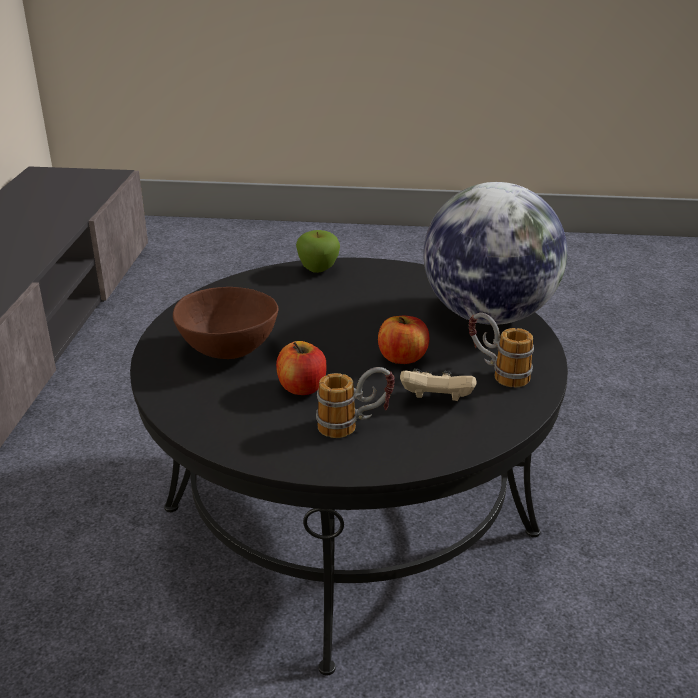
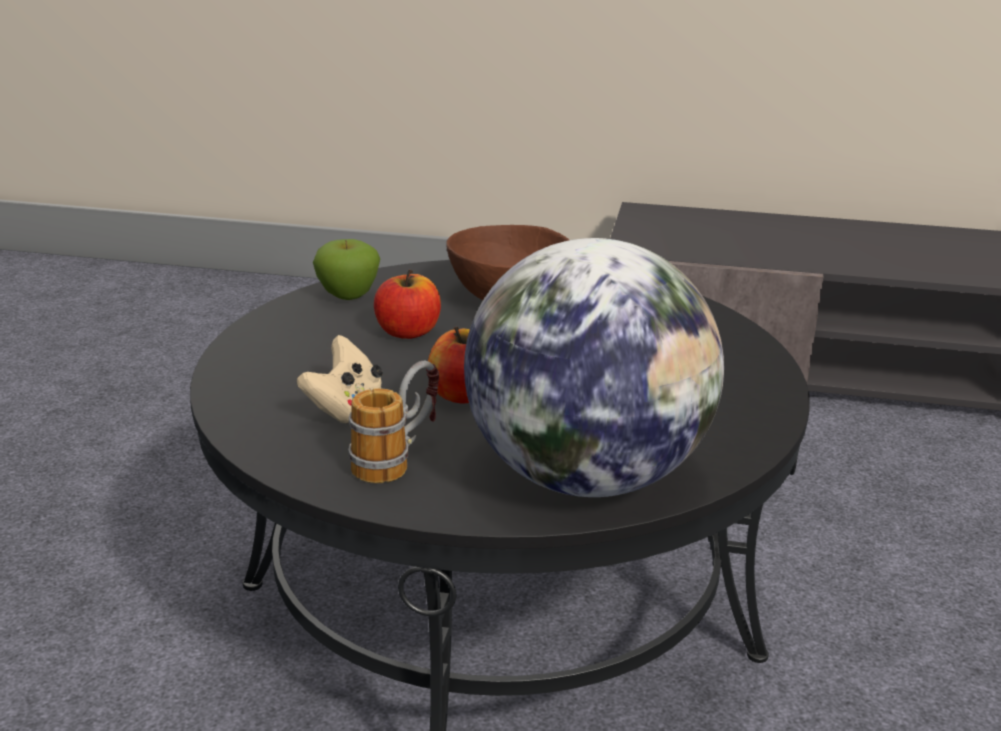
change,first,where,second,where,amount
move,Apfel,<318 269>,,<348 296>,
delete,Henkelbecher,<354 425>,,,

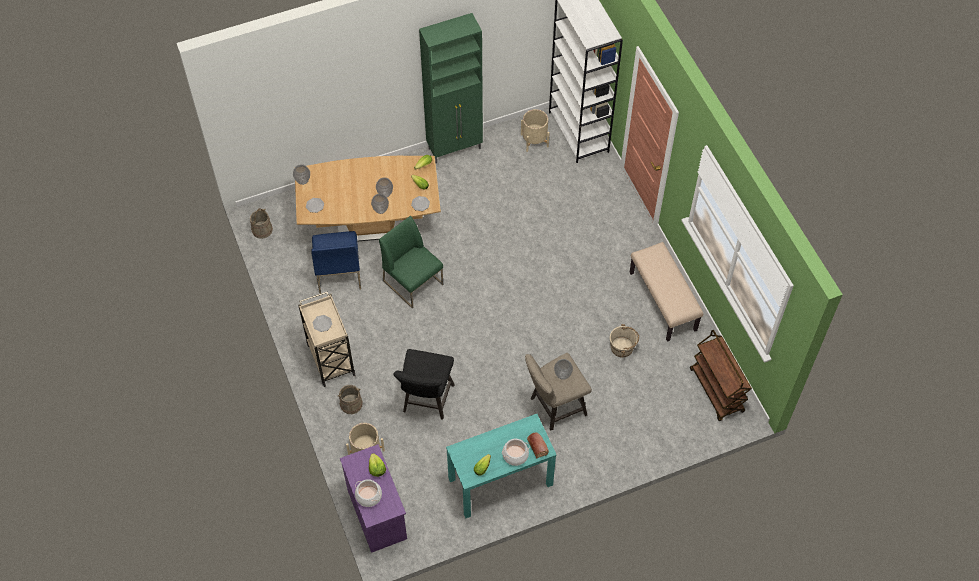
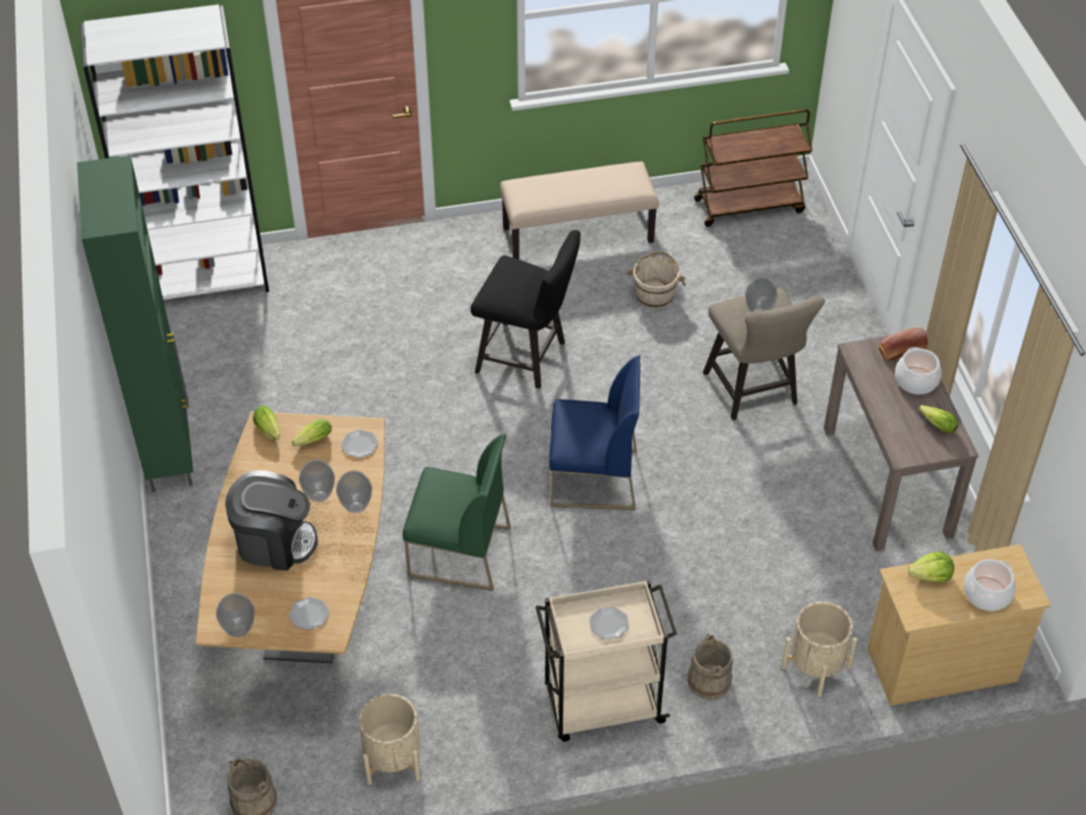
change,first,where,second,where,amount
move,Stuhl [blau],<338 272>,,<593 478>,
recolor,Kommode [lila],<377 513>,Kommode [beige],<940 664>,
rotate,Stuhl [grün],<413 282>,,<458 552>,135 degrees counterclockwise
move,Hocker [schwarz],<426 401>,,<527 358>,
recolor,Konsolentisch [türkis],<500 482>,Konsolentisch [braun],<887 482>,
move,Pflanzkübel [beige],<534 140>,,<393 760>,
insert,,,Kaffeemaschine,<274 542>,

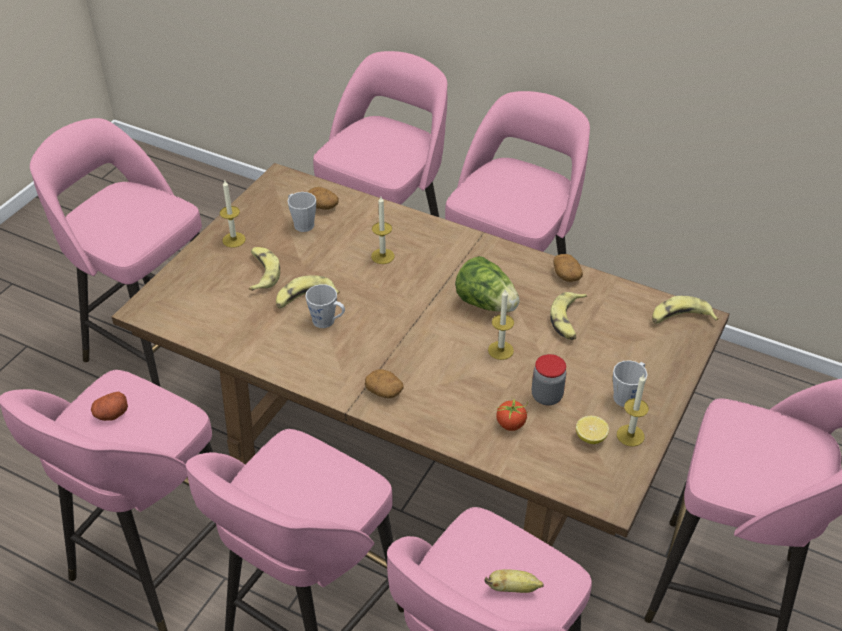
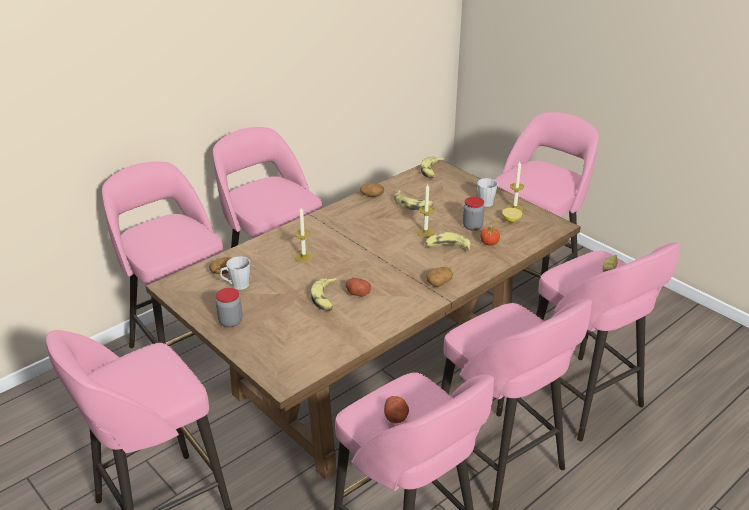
change,first,where,second,where,amount
replace,Kerze,<234 240>,Vorratsglas,<230 321>,
move,Banane,<262 272>,,<447 247>,
replace,Henkelbecher [grau],<327 321>,Kartoffel,<357 293>,
delete,Salatkopf,<486 303>,,,

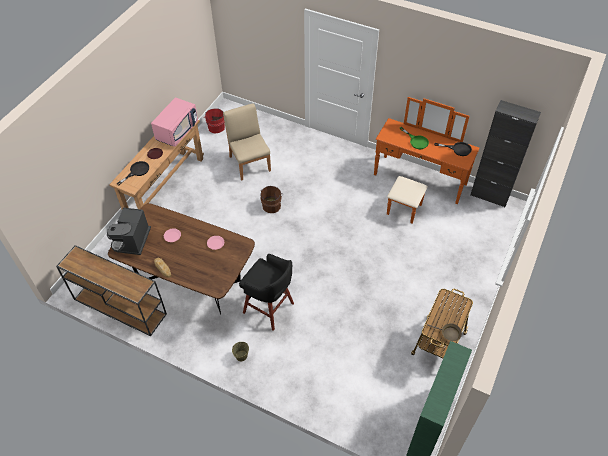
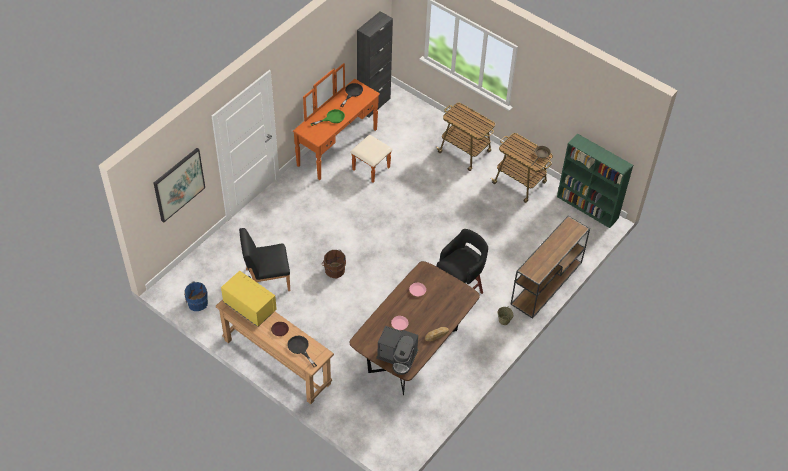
change,first,where,second,where,amount
move,Konsolentisch [braun],<119 306>,,<546 284>,
recolor,Mikrowelle [rosa],<177 131>,Mikrowelle [gelb],<249 307>,
recolor,Eimer [rot],<216 127>,Eimer [blau],<196 303>,
recolor,Stuhl [beige],<250 163>,Stuhl [schwarz],<267 279>,
insert,,,Bild,<179 184>,
insert,,,Rollwagen,<465 152>,

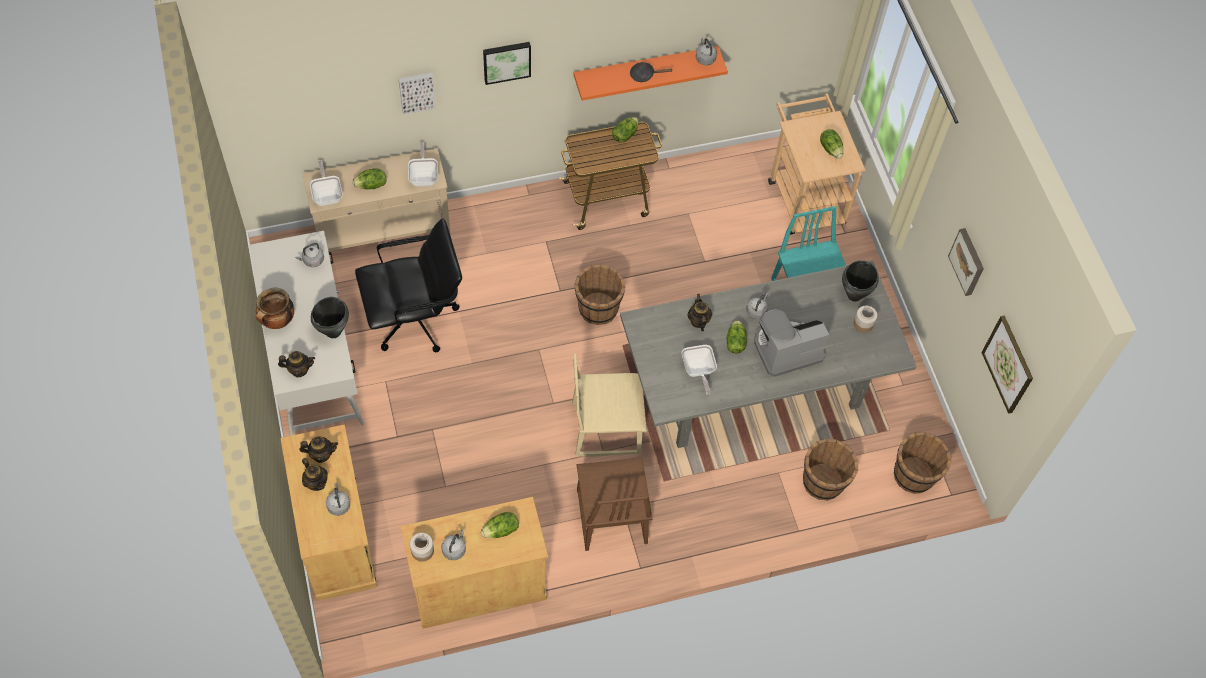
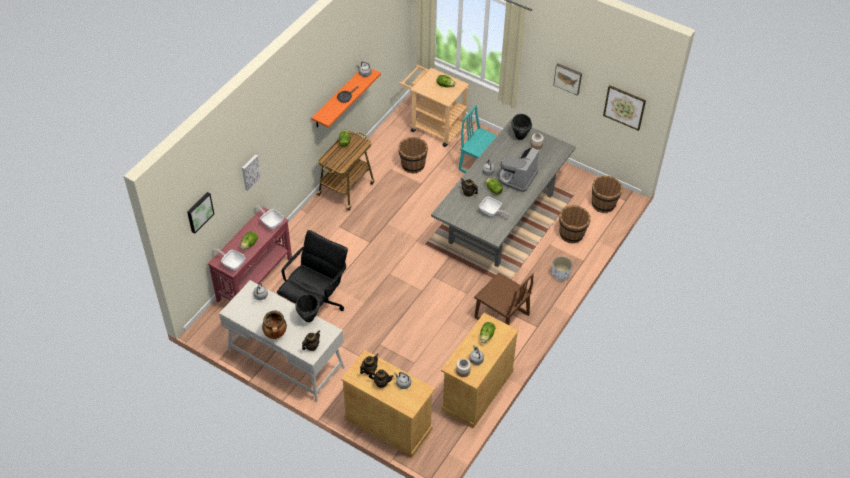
change,first,where,second,where,amount
recolor,Konsolentisch [beige],<384 234>,Konsolentisch [rot],<255 279>,
move,Bild,<506 61>,,<199 212>,
delete,Stuhl [beige],<606 427>,,,
move,Eimer [braun],<598 308>,,<412 165>,
insert,,,Pflanzkübel [weiß],<560 274>,

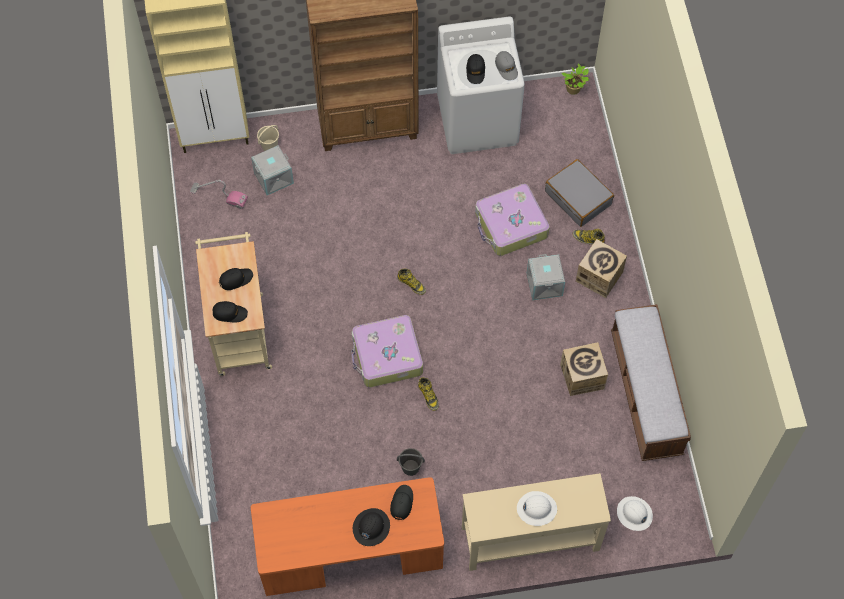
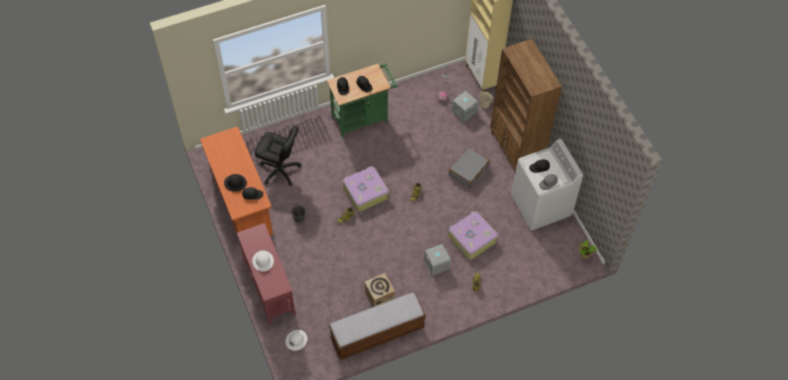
change,first,where,second,where,amount
recolor,Rollwagen [beige],<239 329>,Rollwagen [grün],<363 118>,
recolor,Konsolentisch [beige],<529 538>,Konsolentisch [rot],<269 286>,
move,Koffer [grau],<578 197>,,<468 171>,
delete,Karton,<599 276>,,,
insert,,,Bürostuhl [schwarz],<280 170>,

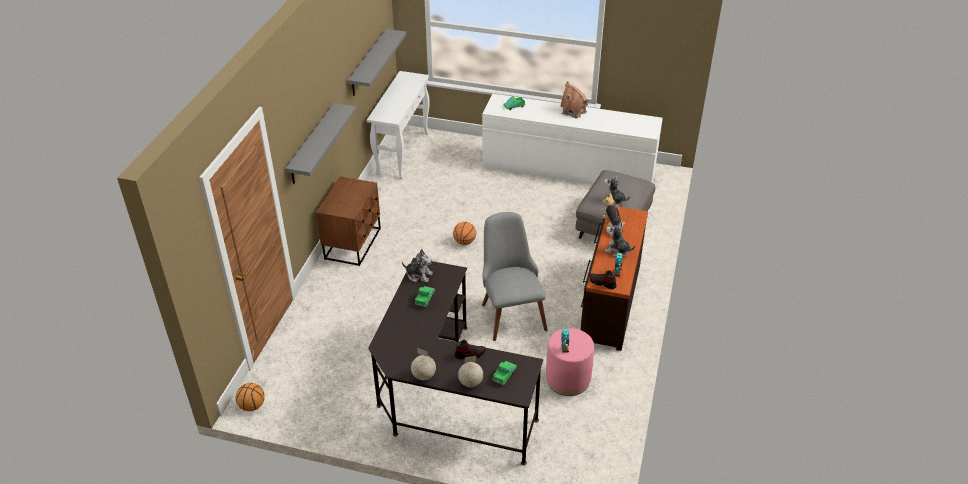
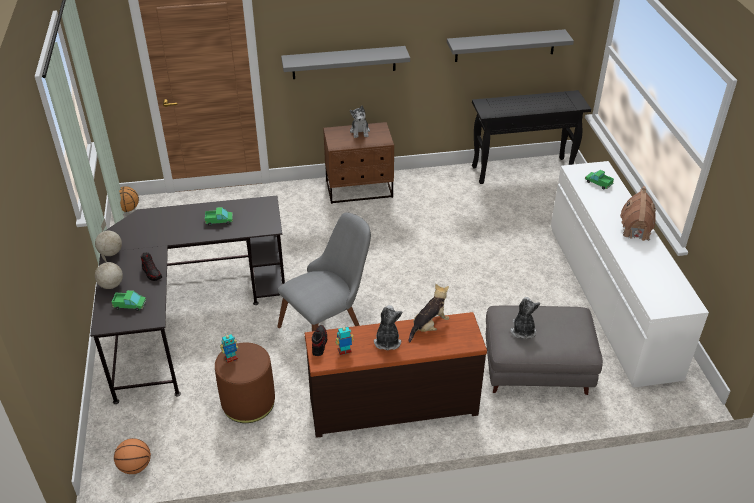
change,first,where,second,where,amount
recolor,Konsolentisch [weiß],<403 153>,Konsolentisch [schwarz],<522 170>,
move,Plüschtier,<419 275>,,<360 131>,
move,Basketball,<464 242>,,<135 466>,
recolor,Polsterhocker [rosa],<568 379>,Polsterhocker [braun],<248 402>,

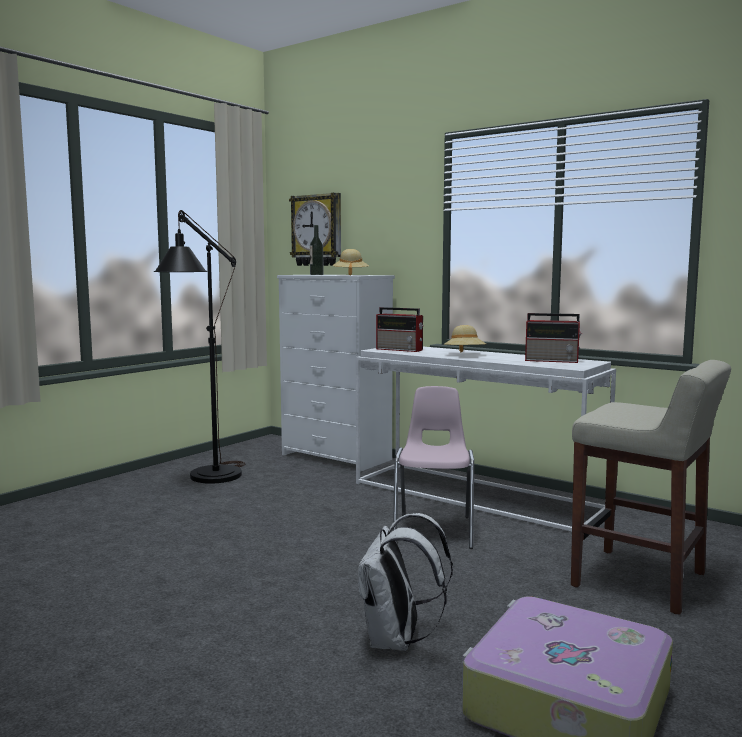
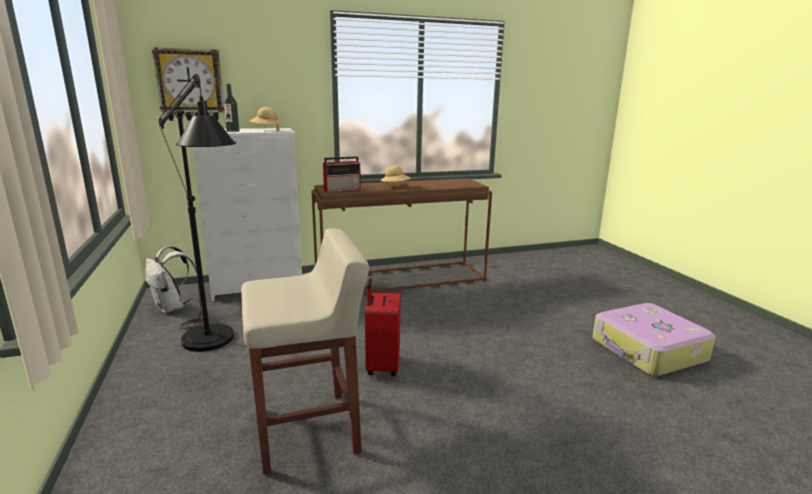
change,first,where,second,where,amount
recolor,Konsolentisch [weiß],<477 496>,Konsolentisch [braun],<401 279>,
move,Rucksack [weiß],<397 641>,,<172 307>,
delete,Stuhl [rosa],<434 530>,,,
delete,Radio,<553 360>,,,
move,Hocker [beige],<641 580>,,<309 430>,
insert,,,Koffer [rot],<381 366>,

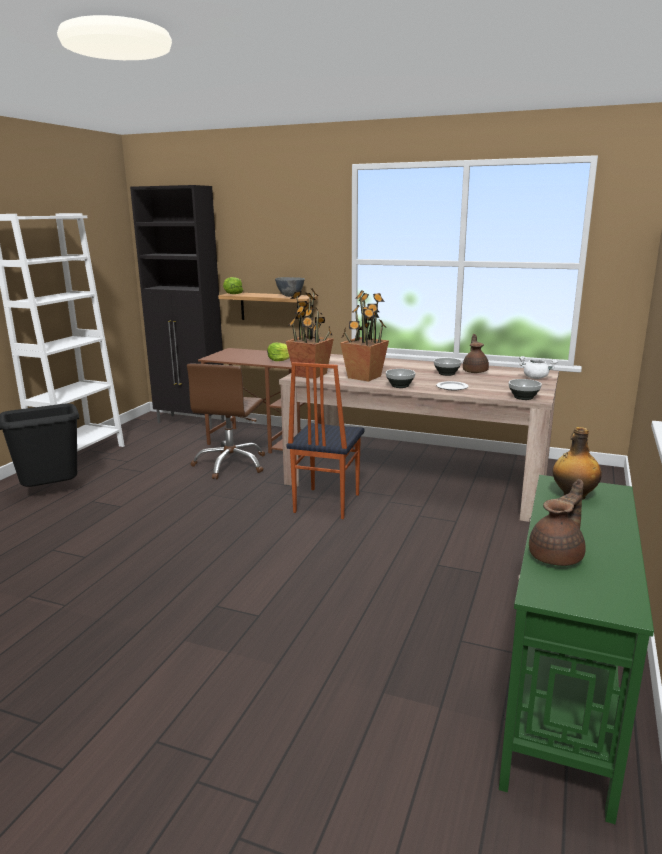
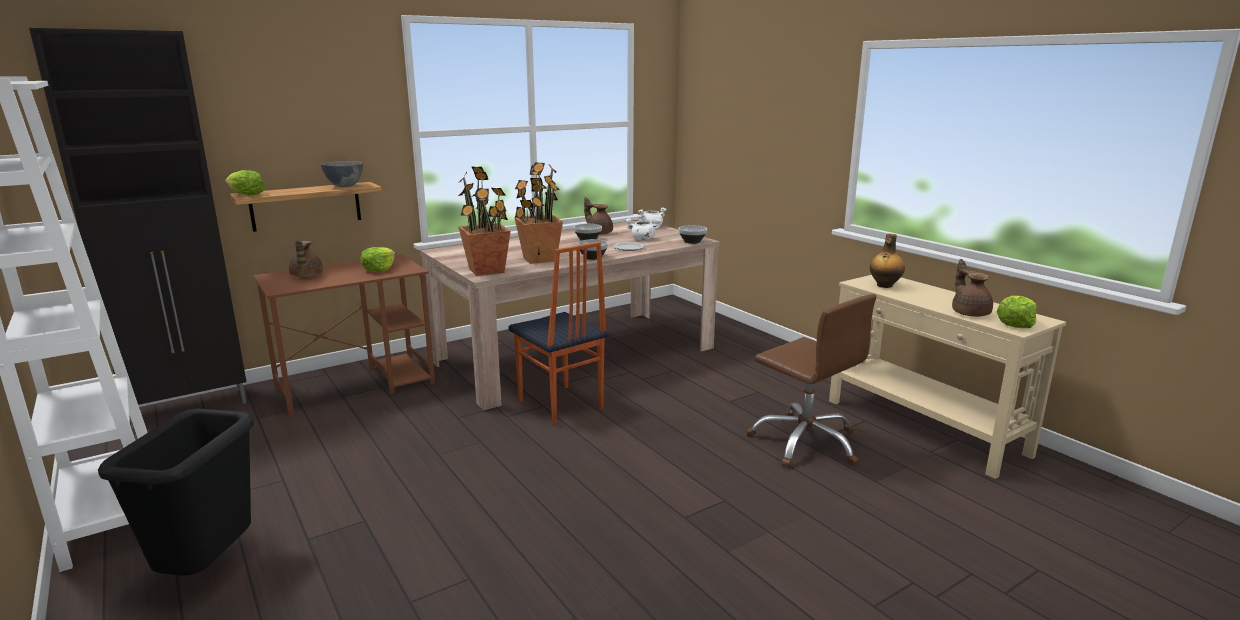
change,first,where,second,where,amount
move,Bürostuhl [braun],<231 464>,,<805 442>,
recolor,Konsolentisch [grün],<560 700>,Konsolentisch [beige],<924 427>,
insert,,,Teekanne [braun],<306 276>,
insert,,,Kochtopf [weiß],<642 239>,
insert,,,Salatkopf,<1014 324>,

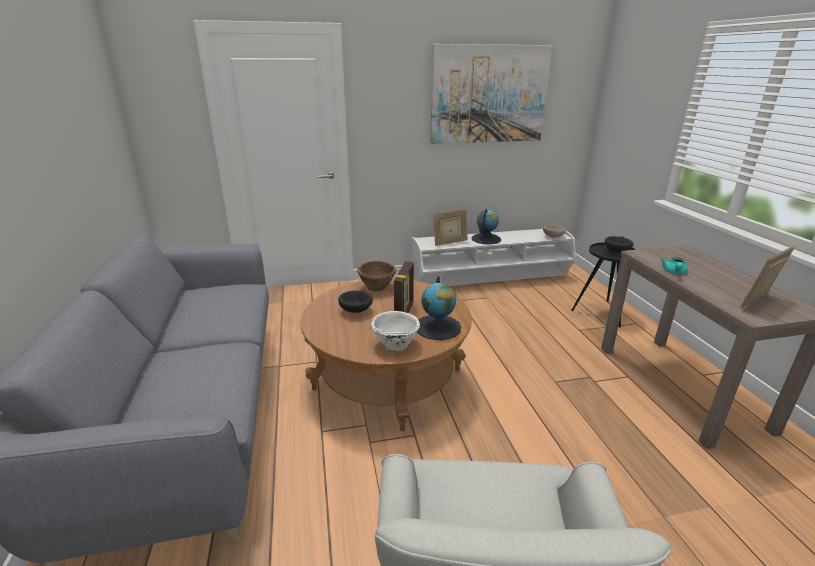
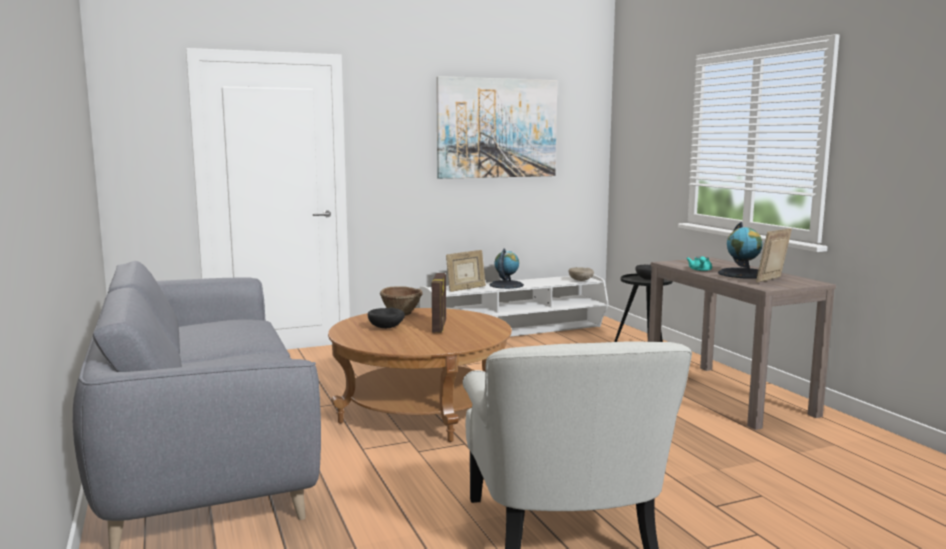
change,first,where,second,where,amount
delete,Schüssel [weiß],<395 344>,,,
move,Globus,<438 327>,,<742 274>,

